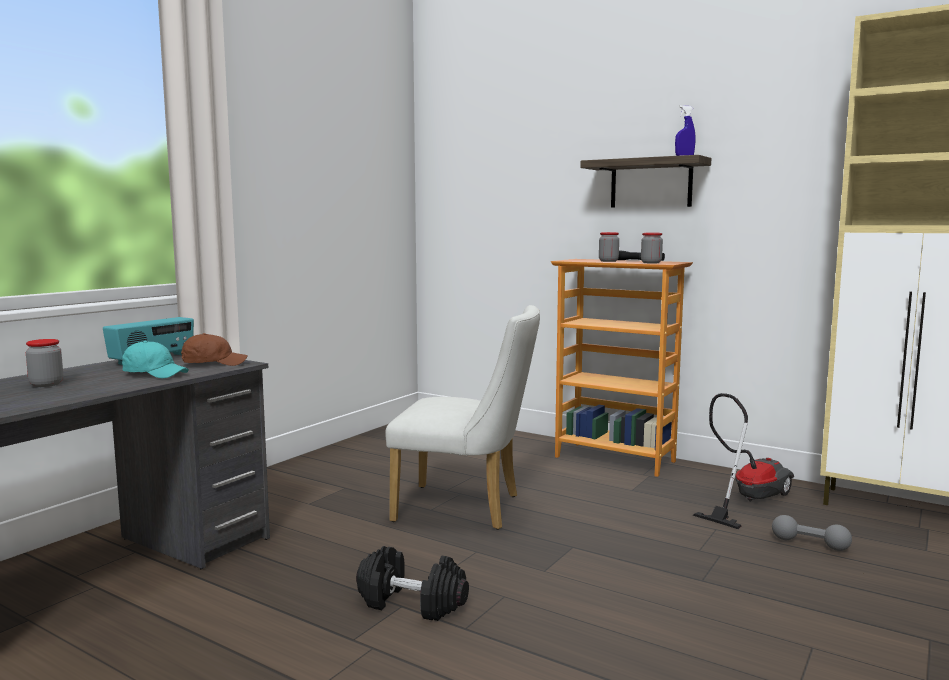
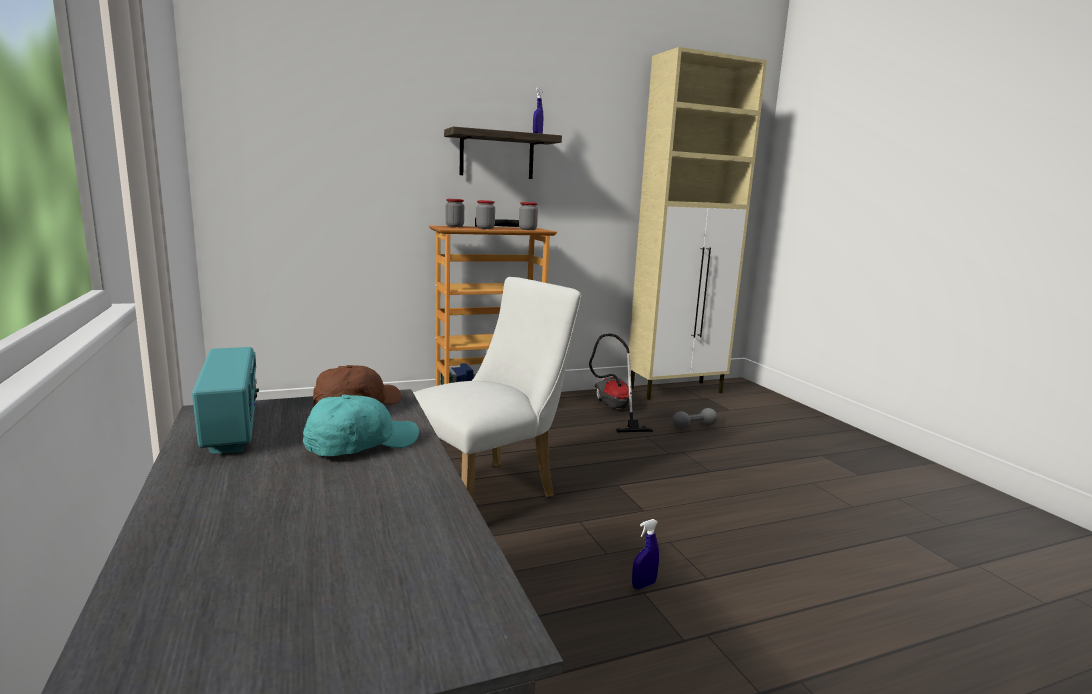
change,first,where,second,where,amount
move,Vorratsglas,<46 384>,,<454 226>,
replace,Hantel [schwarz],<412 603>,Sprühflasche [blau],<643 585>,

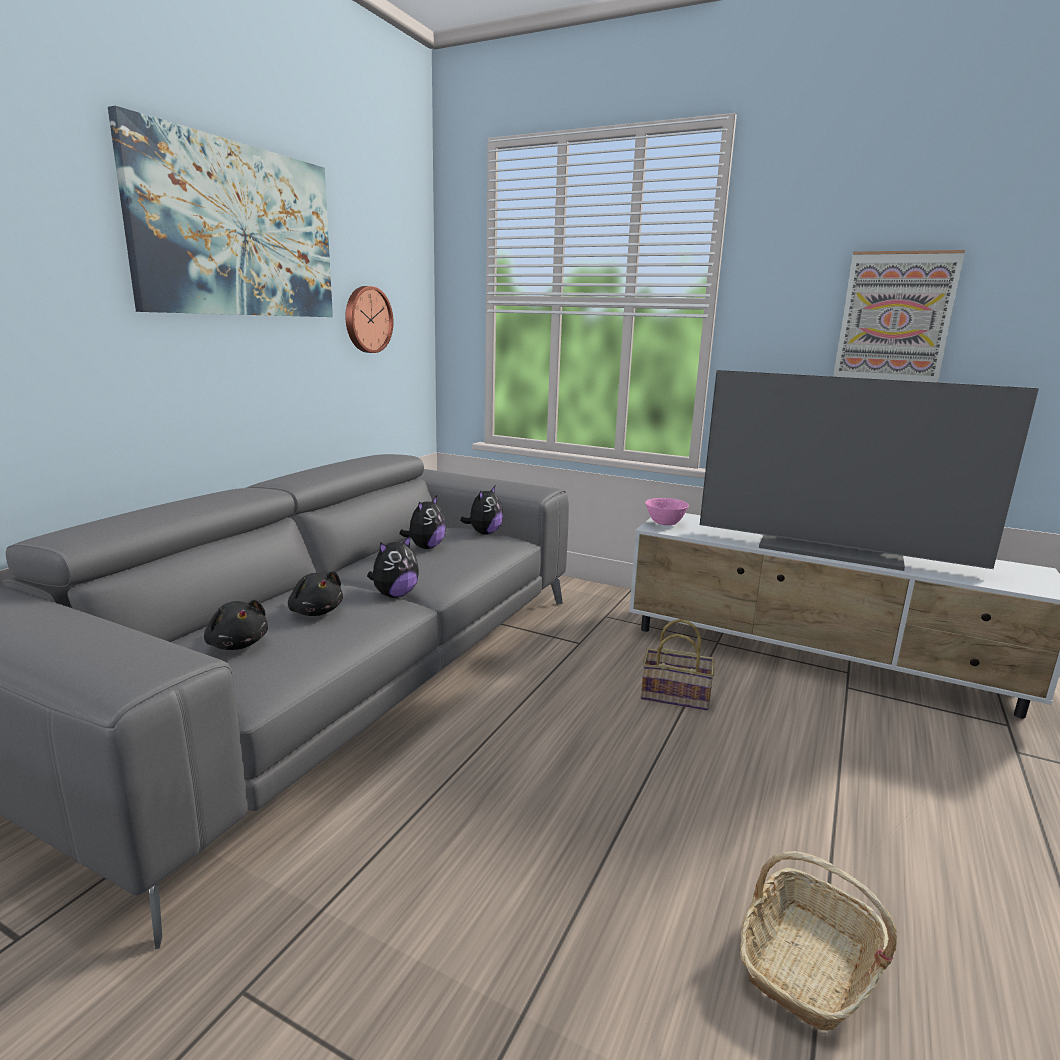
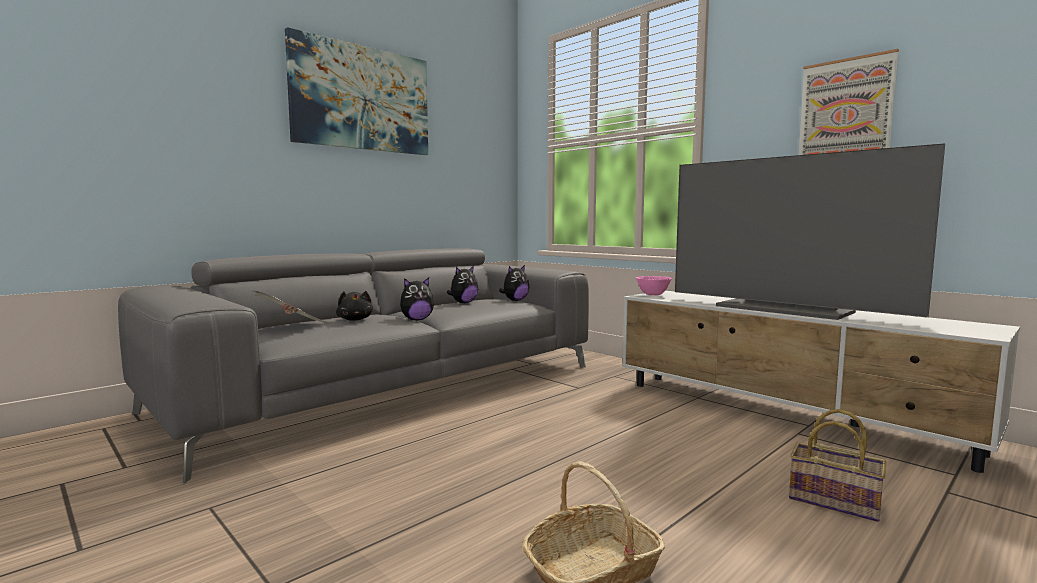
change,first,where,second,where,amount
replace,Plüschtier [schwarz],<237 644>,Zeitung,<294 327>,
delete,Wanduhr,<367 319>,,,
move,Korb,<677 695>,,<836 501>,

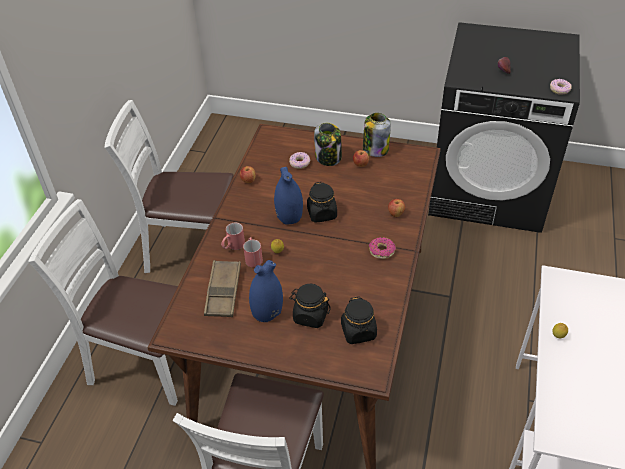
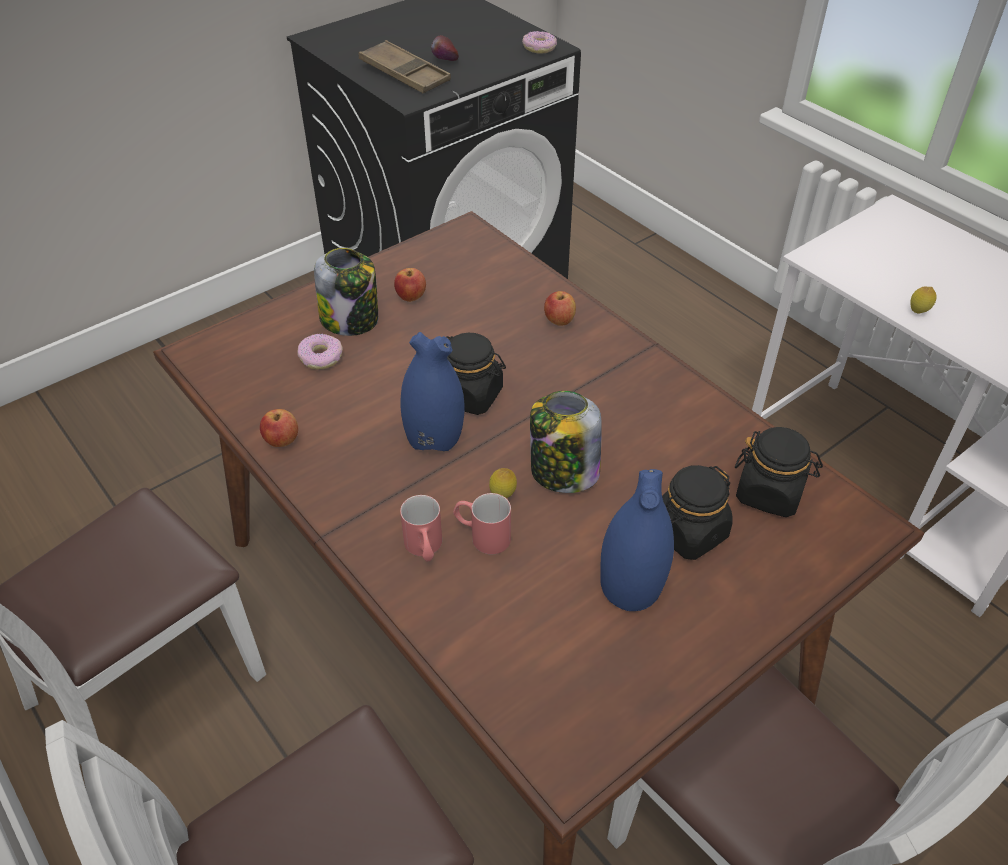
change,first,where,second,where,amount
move,Tablett [braun],<223 292>,,<404 74>,
move,Vorratsglas,<375 149>,,<563 472>,
delete,Donut,<381 251>,,,

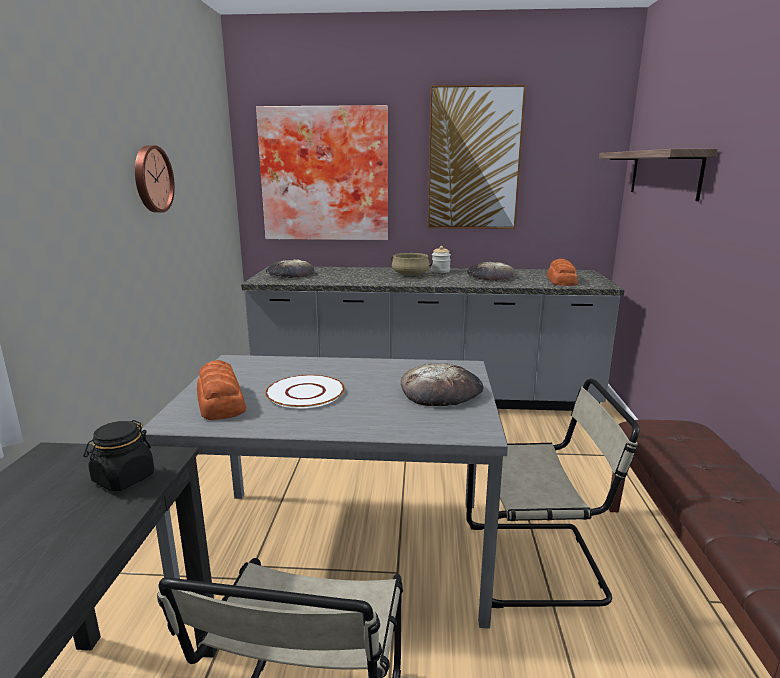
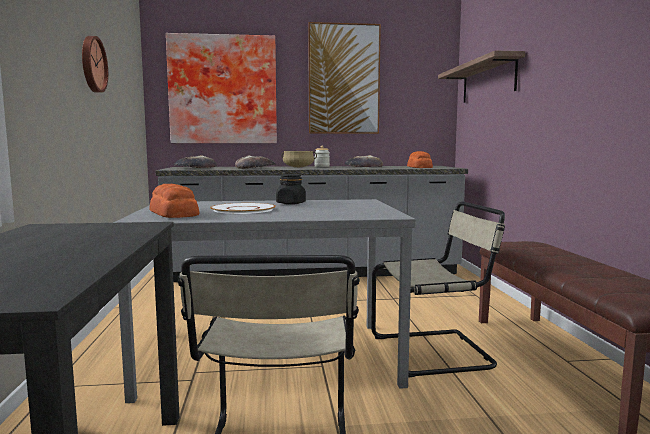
change,first,where,second,where,amount
move,Vorratsglas [schwarz],<123 479>,,<291 203>,
move,Brot,<441 391>,,<255 168>,

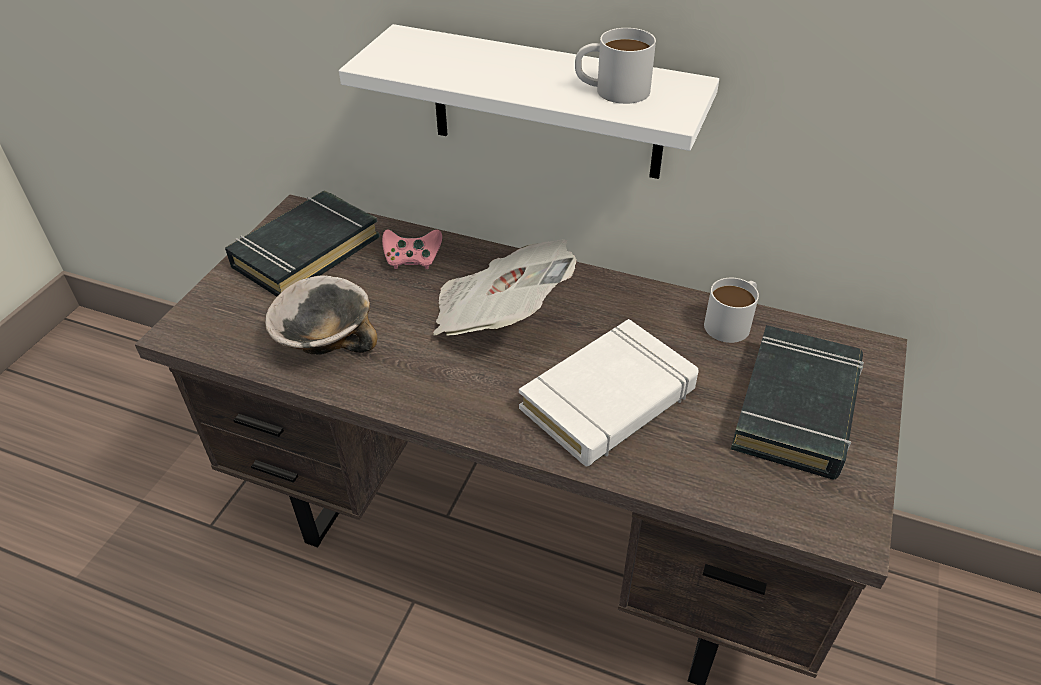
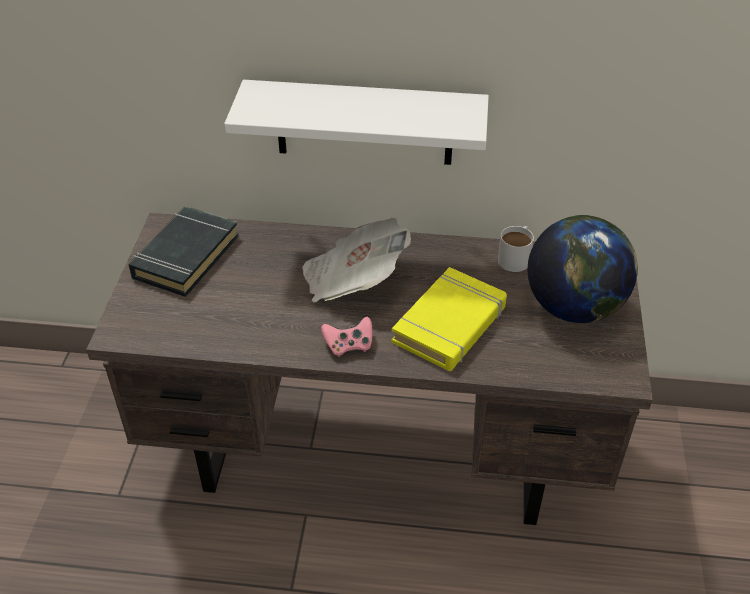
change,first,where,second,where,amount
delete,Schüssel,<324 342>,,,
move,Gamepad [rosa],<412 260>,,<348 345>,
recolor,Buch [weiß],<609 399>,Buch [gelb],<450 325>,
delete,Henkelbecher [weiß],<612 90>,,,
replace,Buch [schwarz],<796 408>,Globus,<573 308>,

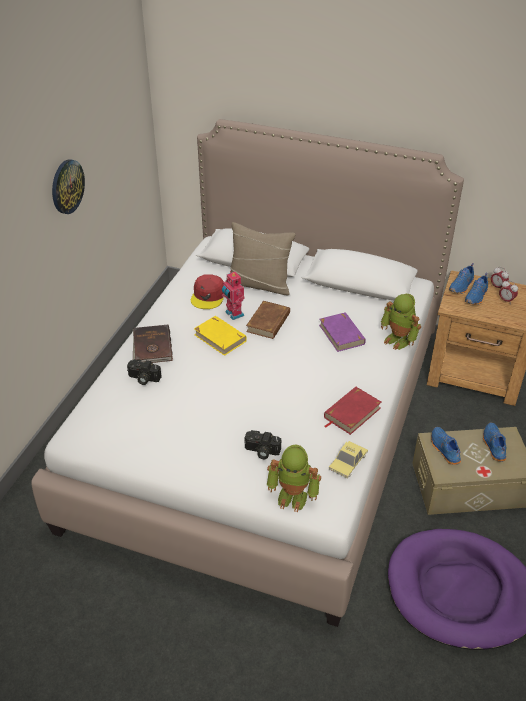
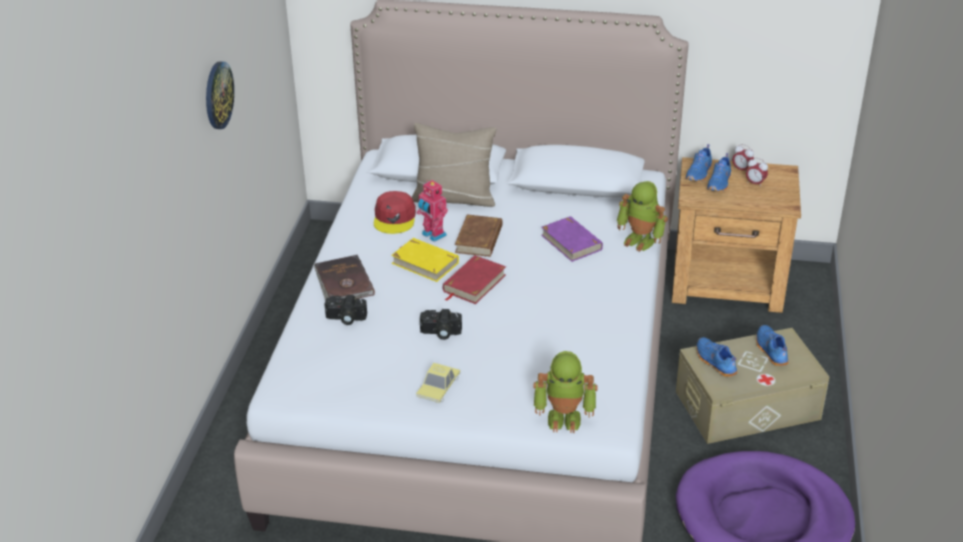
change,first,where,second,where,amount
move,Kamera,<261 451>,,<440 333>,
move,Buch [rot],<351 413>,,<474 283>,
move,Spielzeugauto,<348 462>,,<438 387>,

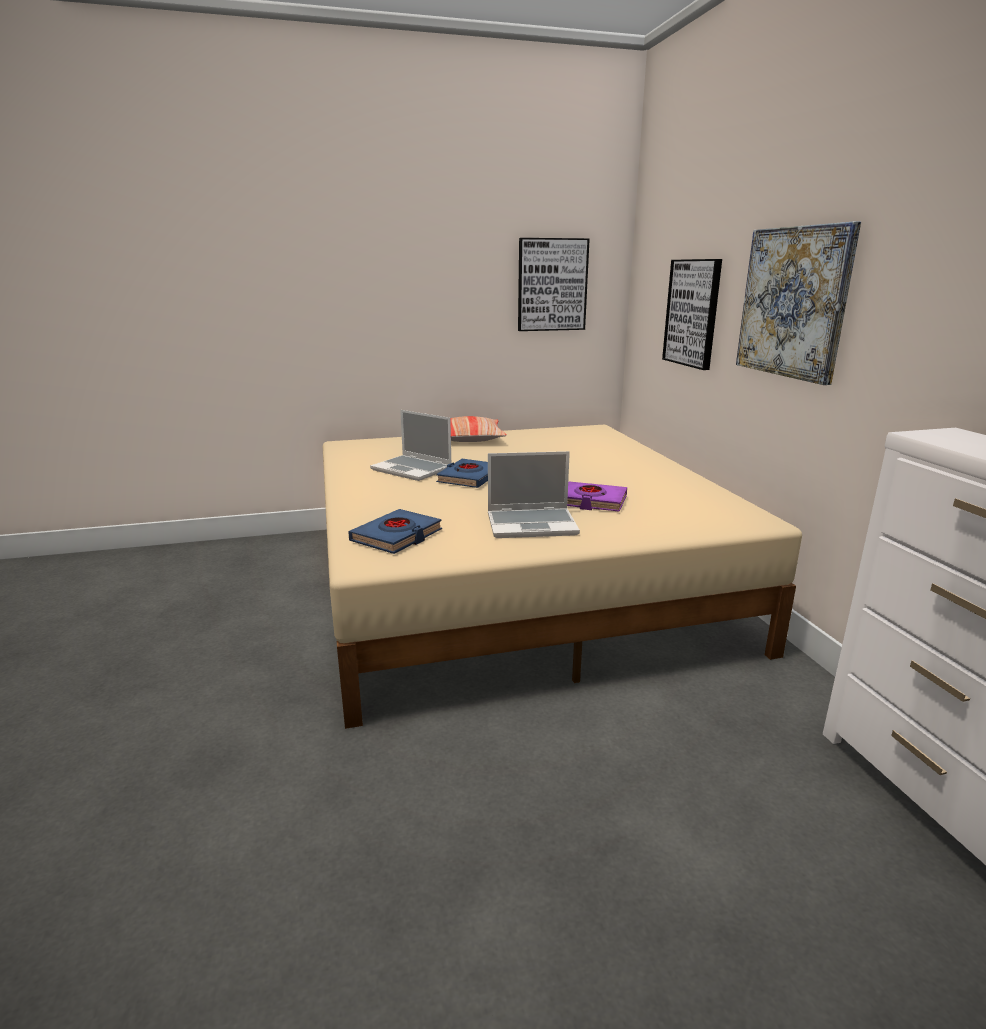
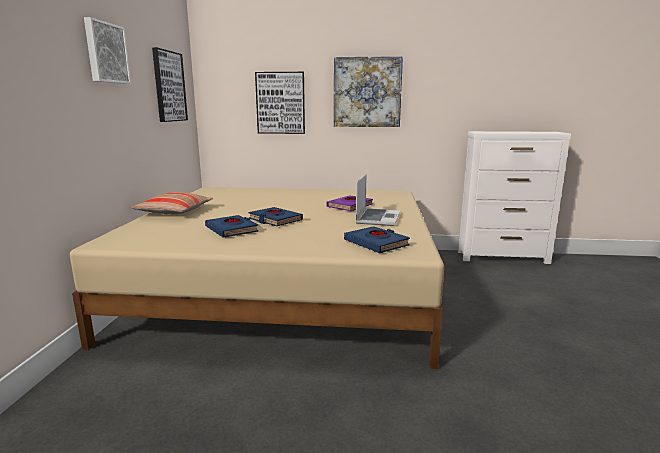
change,first,where,second,where,amount
replace,Laptop,<413 469>,Buch [blau],<232 230>,
insert,,,Bild,<106 53>,

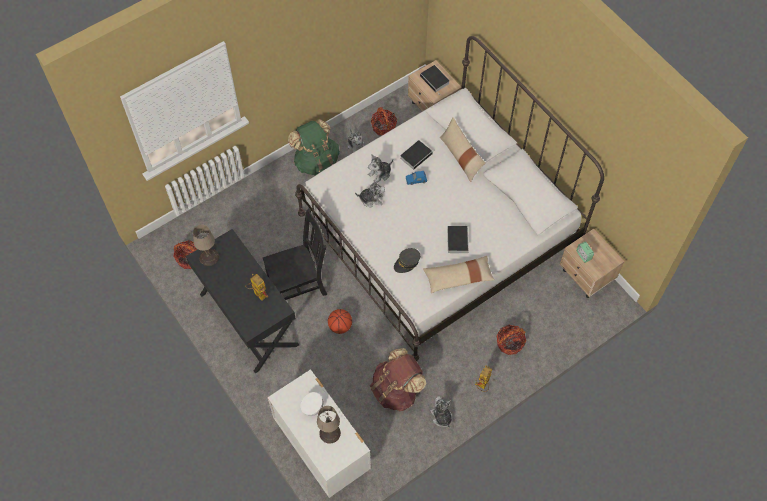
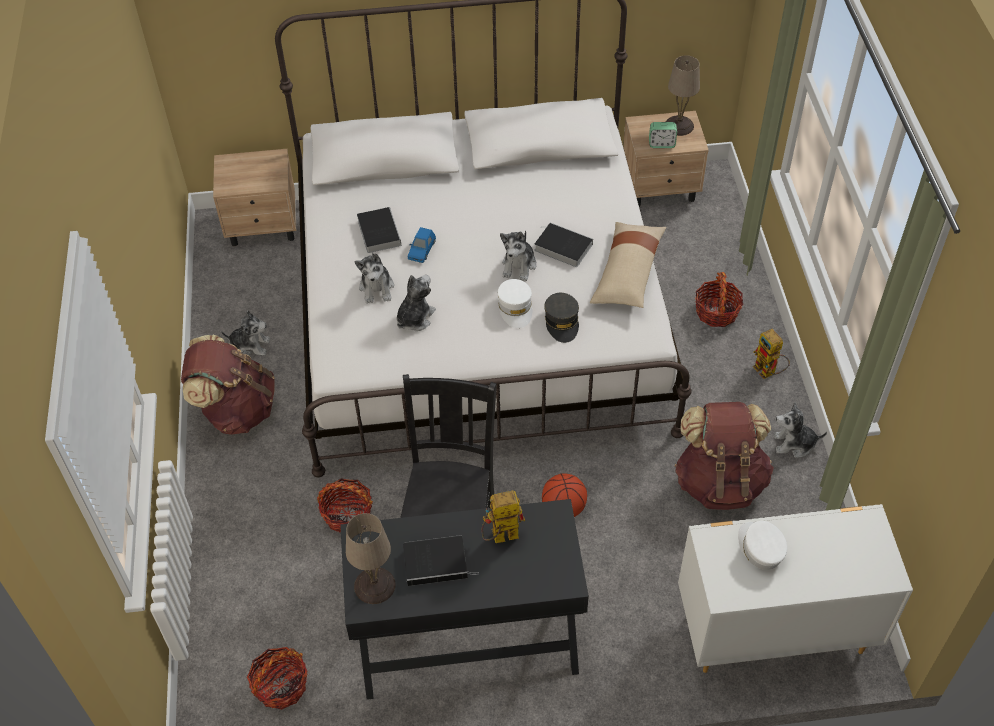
change,first,where,second,where,amount
recolor,Rucksack [grün],<316 161>,Rucksack [braun],<236 410>,
move,Tischlampe [beige],<330 432>,,<678 125>,
move,Korb,<383 127>,,<347 514>,
move,Buch,<435 80>,,<437 562>,
delete,Kissen [beige],<461 157>,,,
insert,,,Kappe [weiß],<515 308>,
insert,,,Plüschtier,<519 265>,

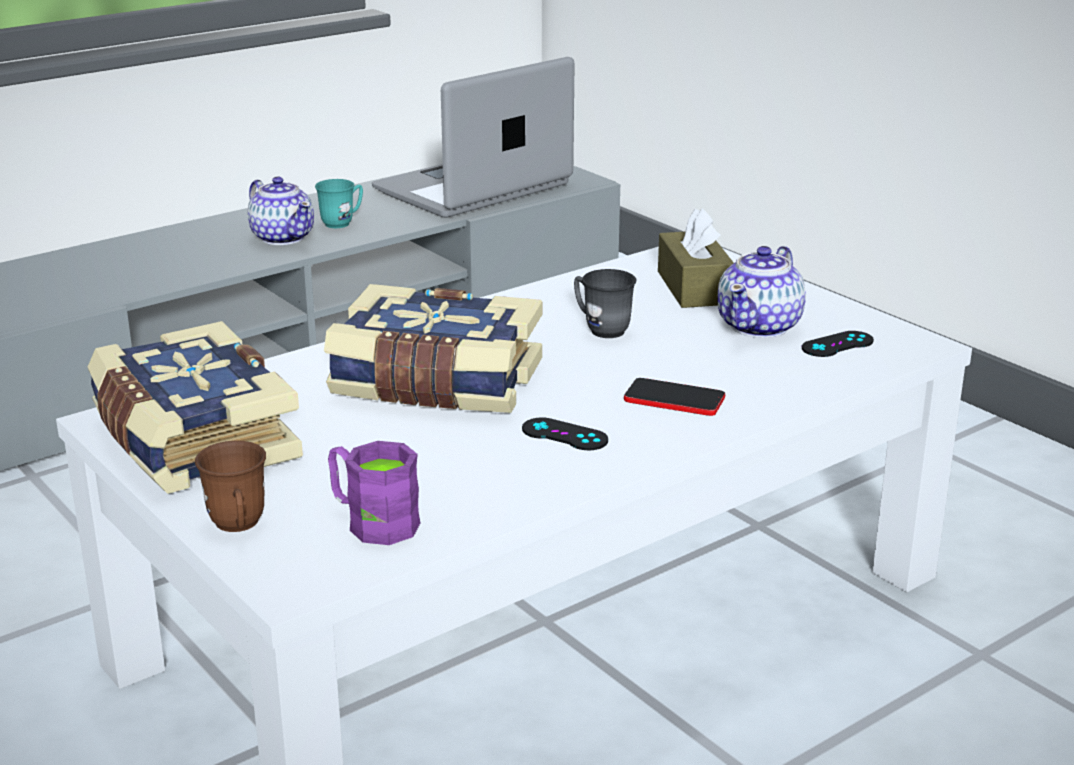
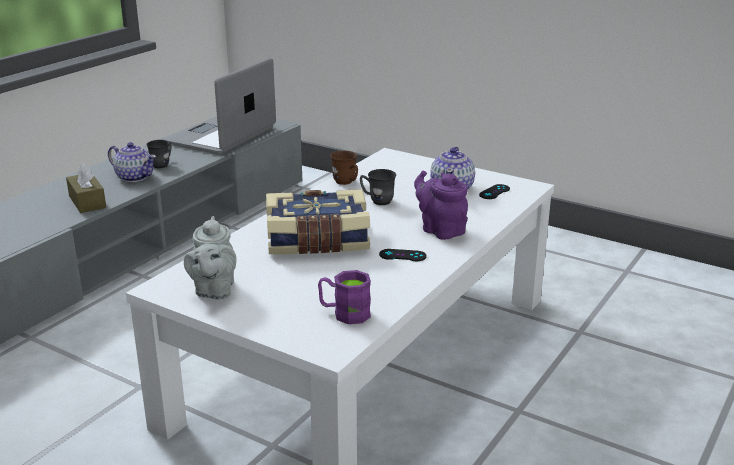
change,first,where,second,where,amount
replace,Buch,<191 440>,Teekanne [grau],<214 291>,
move,Henkelbecher [braun],<238 527>,,<346 183>,
recolor,Henkelbecher [türkis],<342 222>,Henkelbecher [grau],<163 164>,
replace,Handy,<674 399>,Teekanne [lila],<440 230>,
move,Taschentuchbox [braun],<694 288>,,<87 202>,

